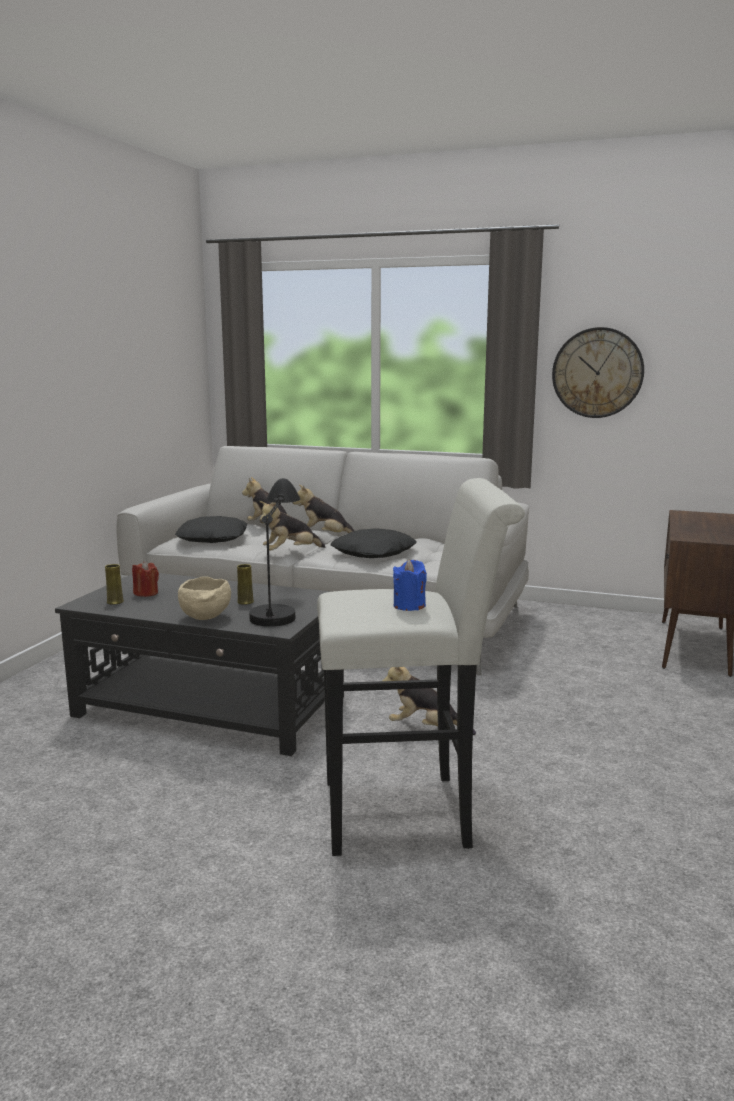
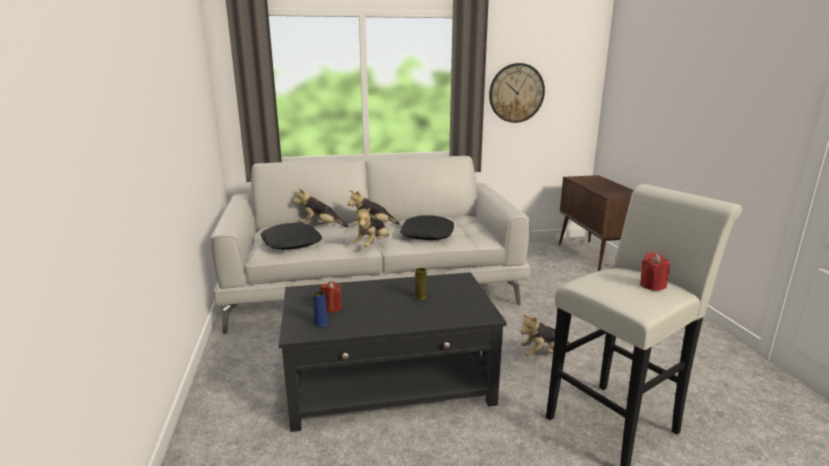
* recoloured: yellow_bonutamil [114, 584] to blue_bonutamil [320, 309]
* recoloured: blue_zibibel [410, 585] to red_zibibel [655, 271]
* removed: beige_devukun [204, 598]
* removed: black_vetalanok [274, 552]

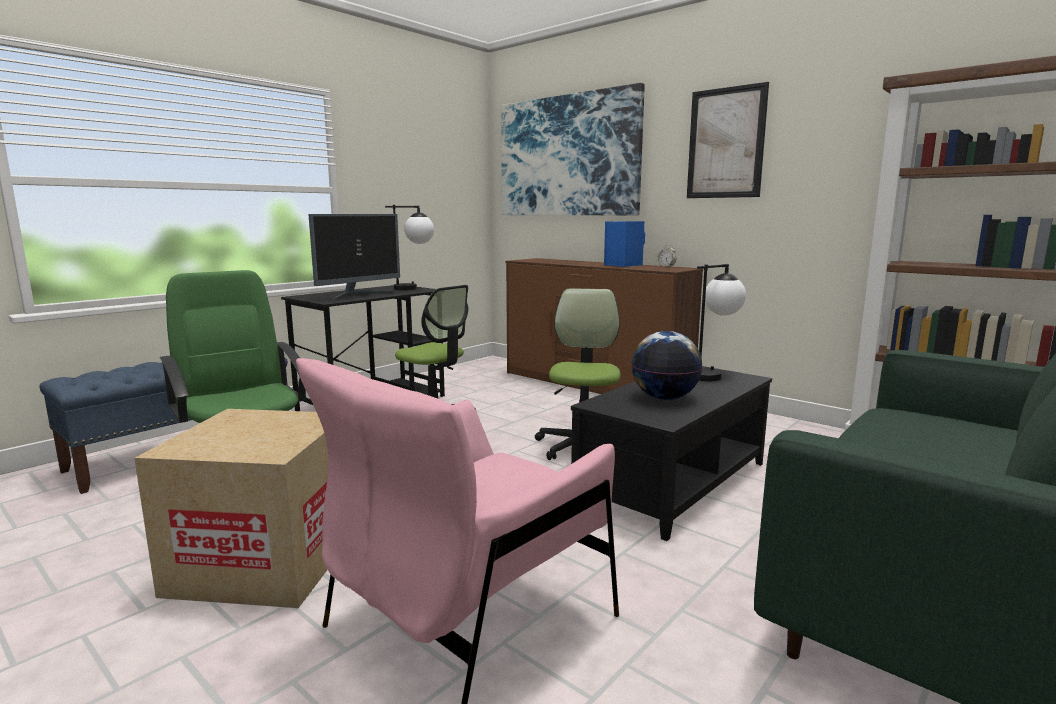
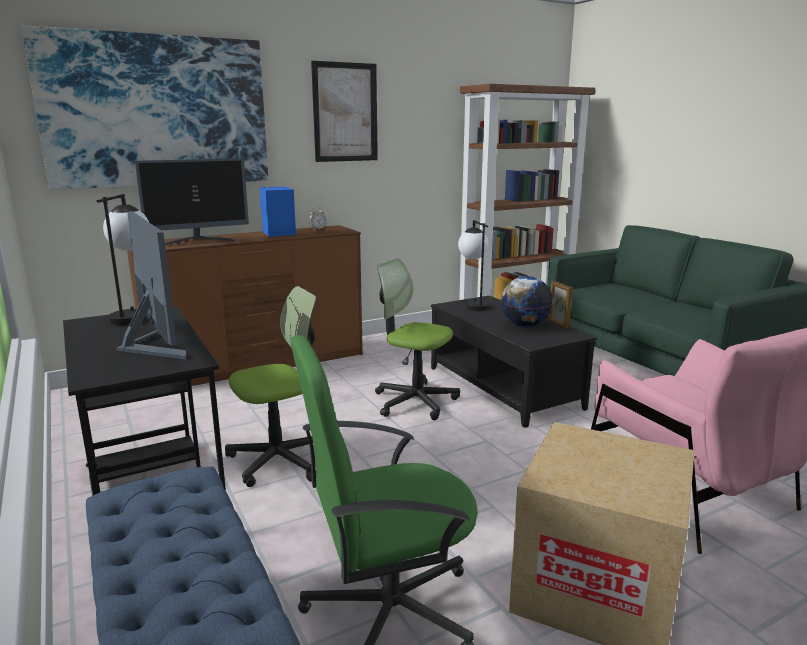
* added: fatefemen [192, 201]
* added: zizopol [560, 305]

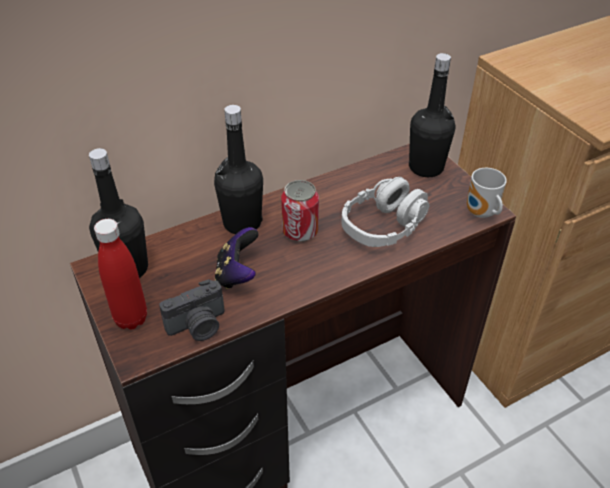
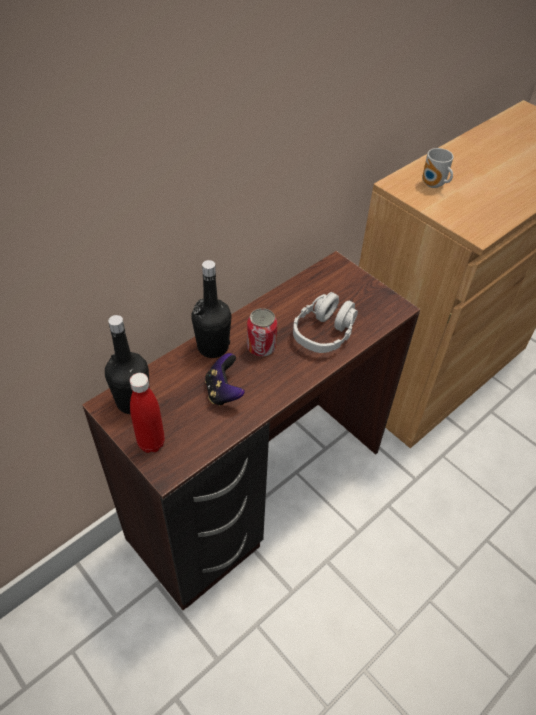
* moved: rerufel [487, 193] to [438, 168]
* removed: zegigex [192, 310]
* removed: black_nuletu [432, 115]

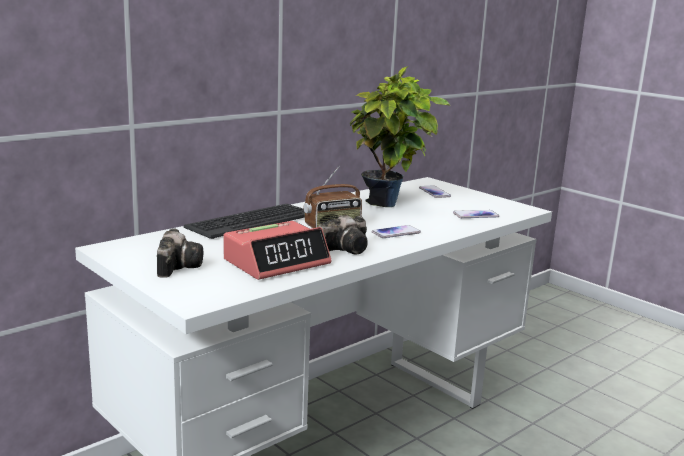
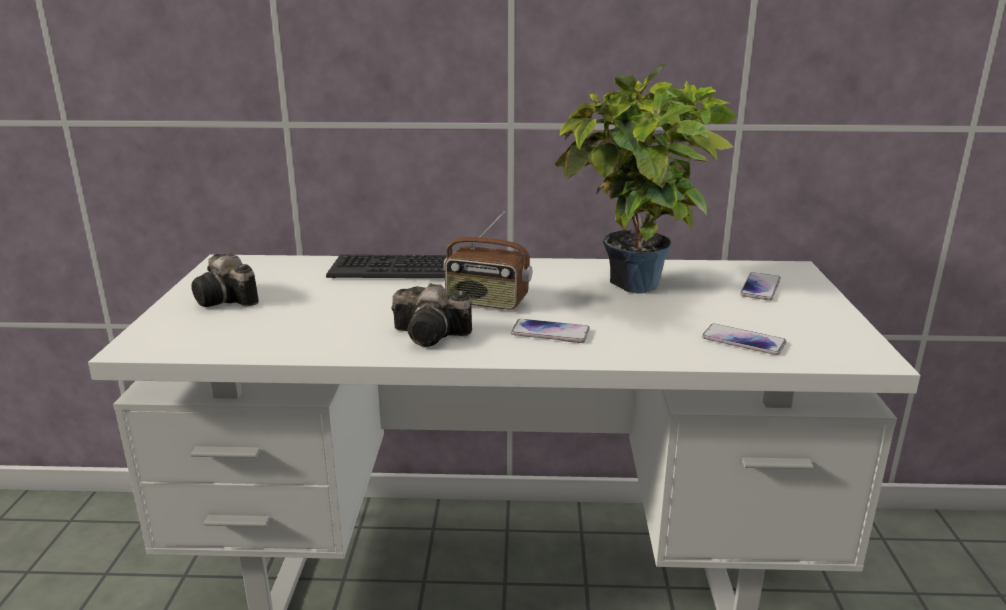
* turned: zegigex [180, 253] = [225, 280] 90 degrees clockwise
* removed: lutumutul [277, 250]

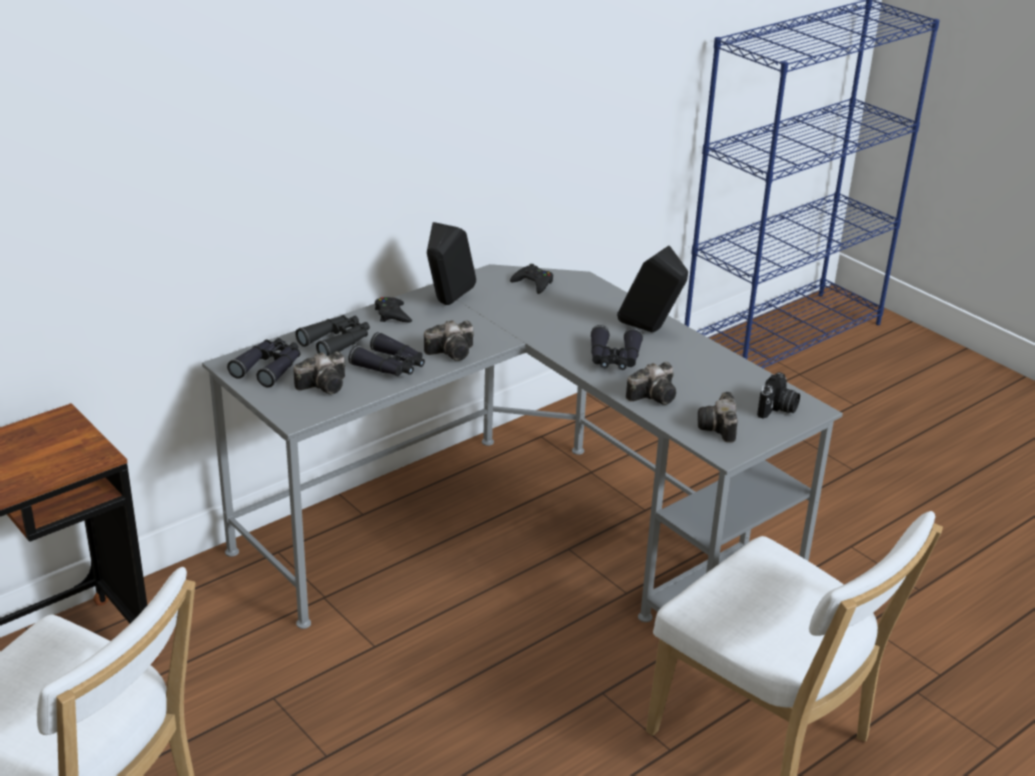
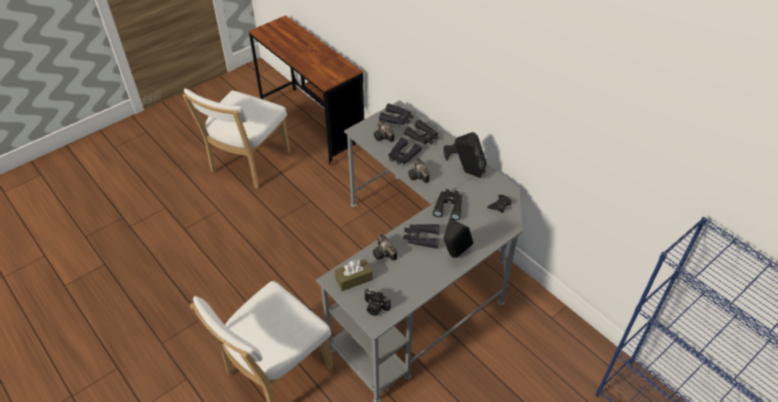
* replaced: zegigex [717, 417] to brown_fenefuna [354, 275]
* added: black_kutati [447, 204]

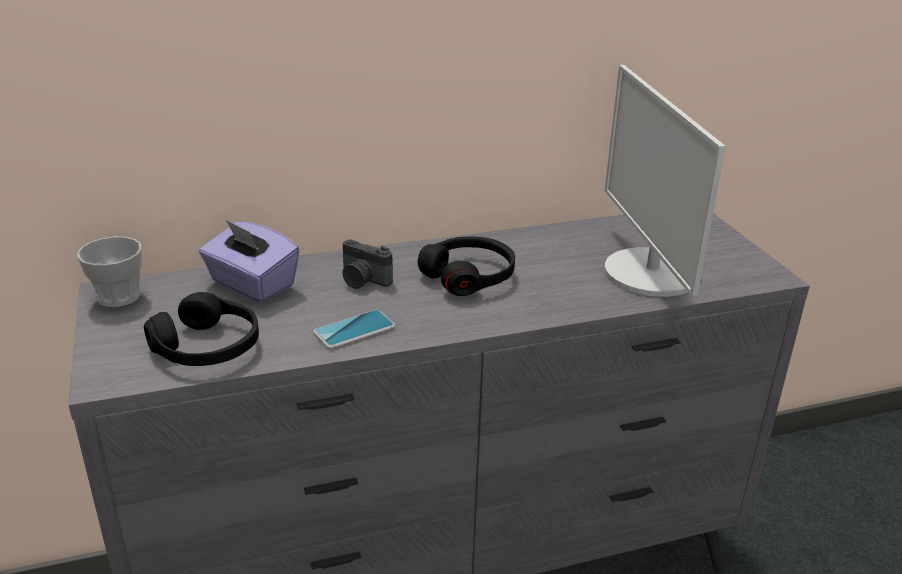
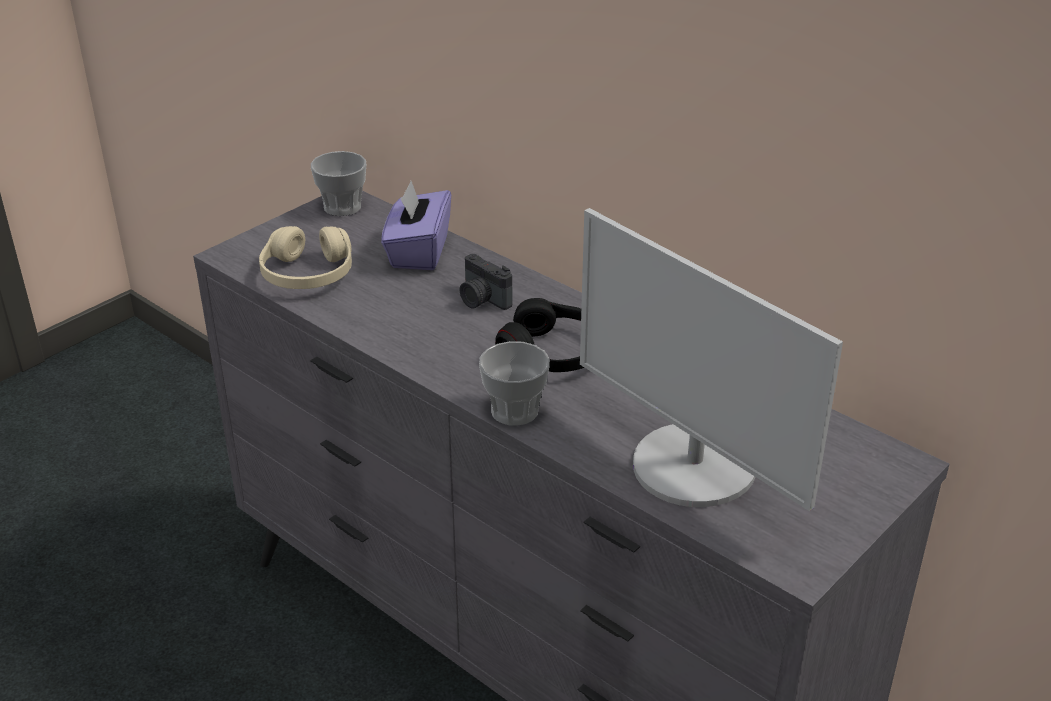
* recoloured: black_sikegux [201, 329] to beige_sikegux [305, 257]
* turned: zegigex [367, 264] = [485, 282] 45 degrees counterclockwise
* added: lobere [514, 383]
* turned: fatefemen [665, 181] = [711, 359] 90 degrees counterclockwise
* removed: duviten [354, 329]

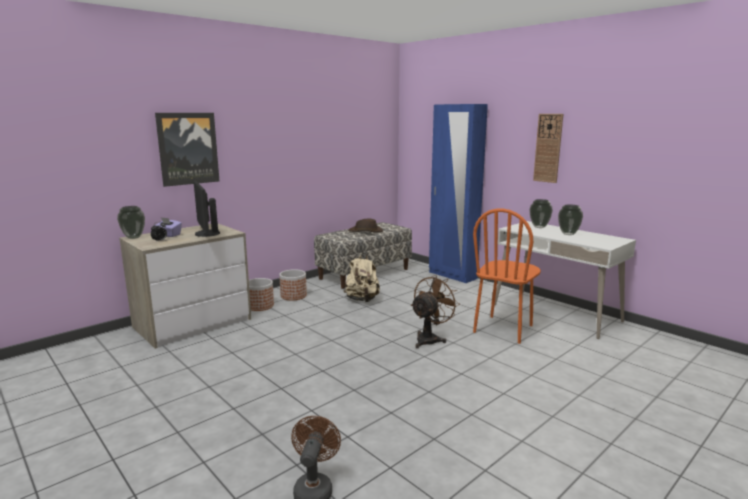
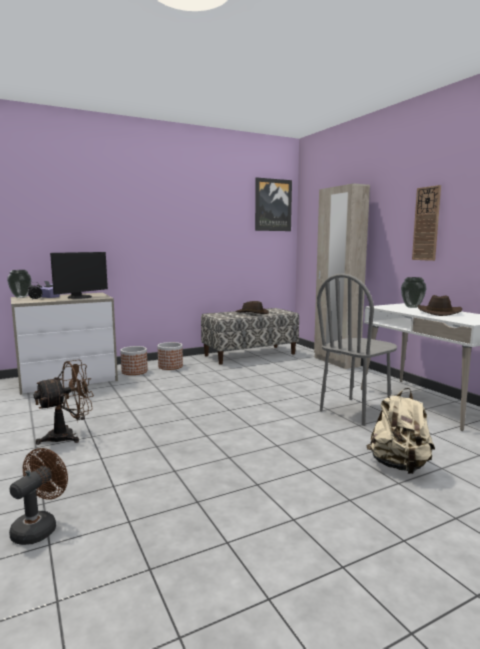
* moved: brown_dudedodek [435, 311] to [64, 402]
* turned: fatefemen [206, 209] = [79, 275] 135 degrees counterclockwise
* moved: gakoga [187, 150] to [273, 204]
* recoloured: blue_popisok [458, 193] to beige_popisok [342, 276]
* recoloured: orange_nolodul [507, 276] to grey_nolodul [357, 349]
* moved: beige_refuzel [362, 277] to [400, 431]
* replaced: bonutamil [570, 219] to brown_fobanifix [440, 305]

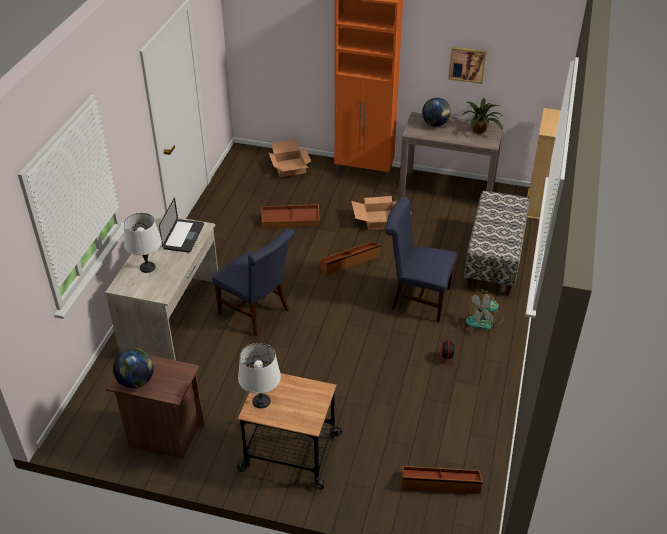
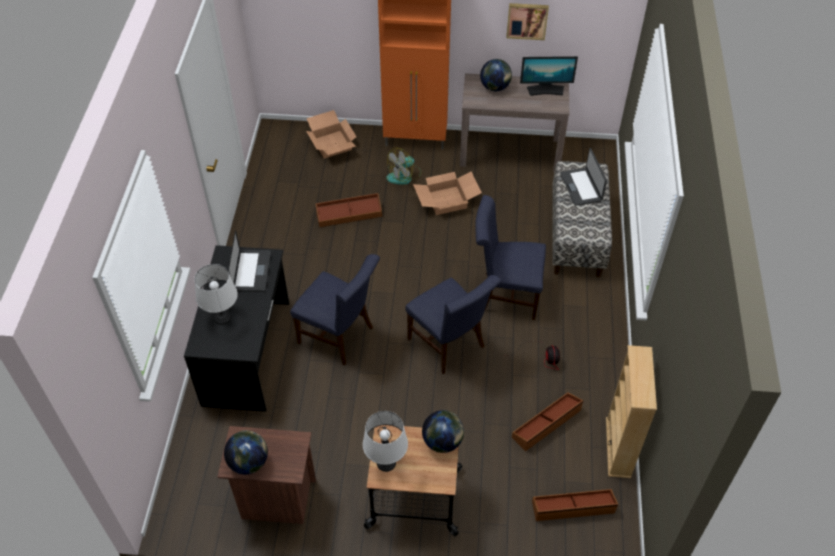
* recoloured: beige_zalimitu [161, 287] to black_zalimitu [236, 328]
* moved: dudedodek [485, 309] to [404, 166]
* added: blue_nolodul [453, 324]
* added: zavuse [443, 431]
* moved: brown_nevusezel [349, 258] to [547, 422]
* replaced: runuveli [483, 116] to fatefemen [549, 76]
* added: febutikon [583, 177]
* moved: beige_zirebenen [544, 164] to [631, 411]

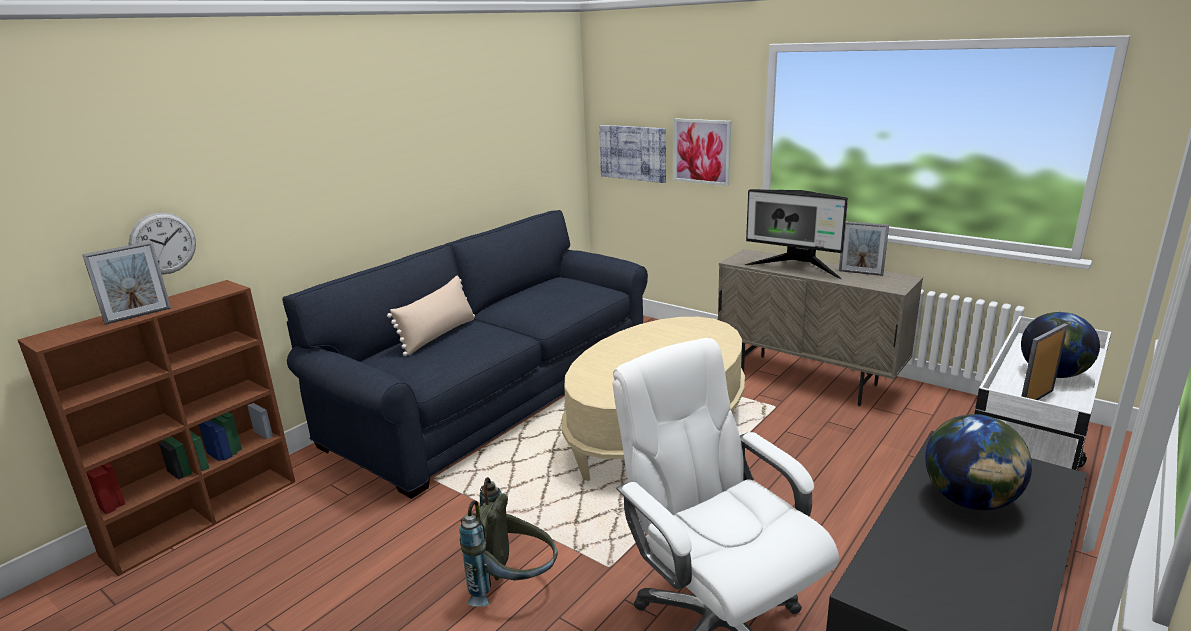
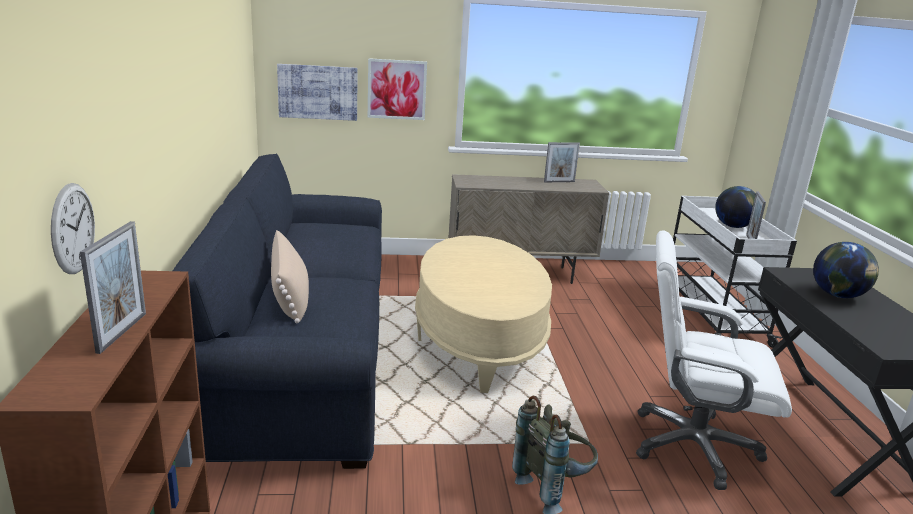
* removed: fatefemen [796, 234]

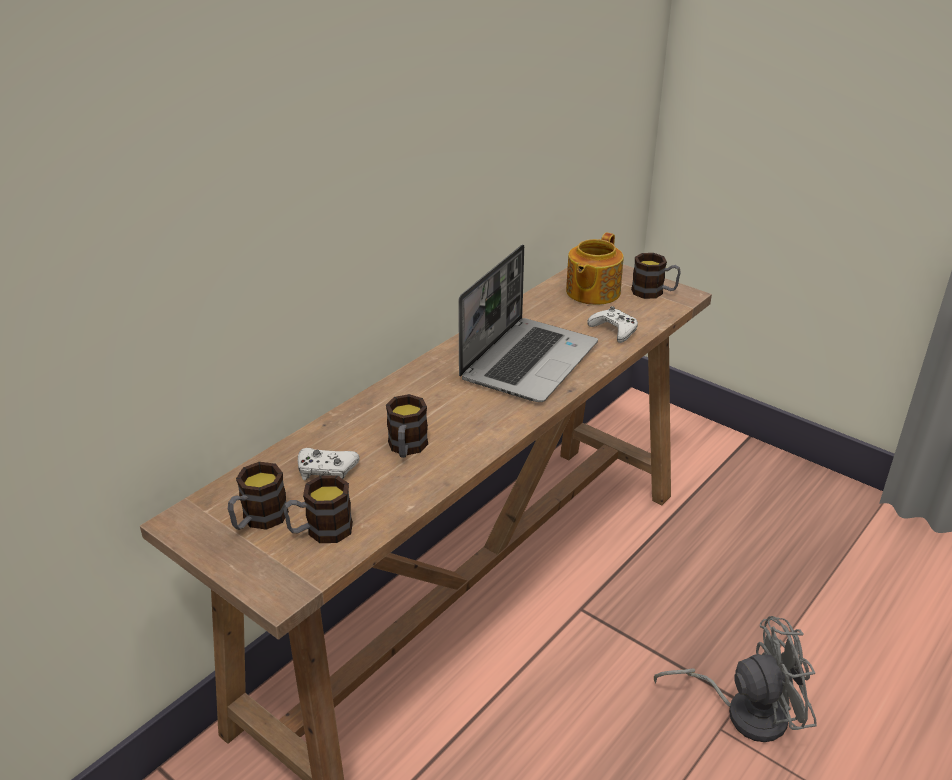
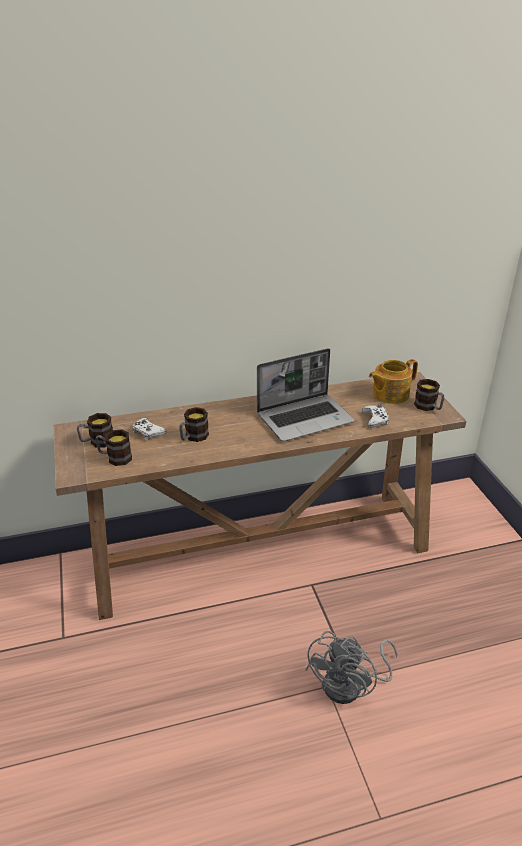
* turned: grey_dudedodek [735, 679] = [351, 667] 90 degrees clockwise

